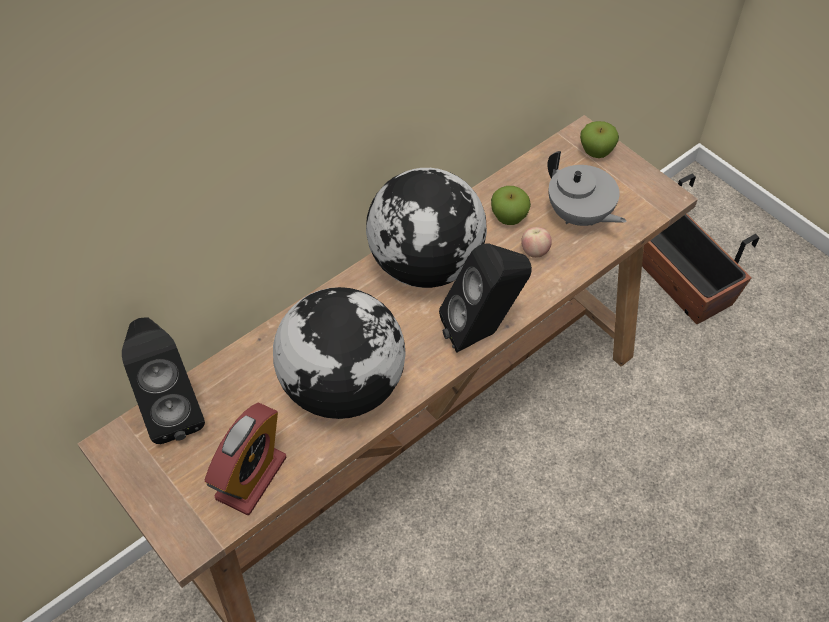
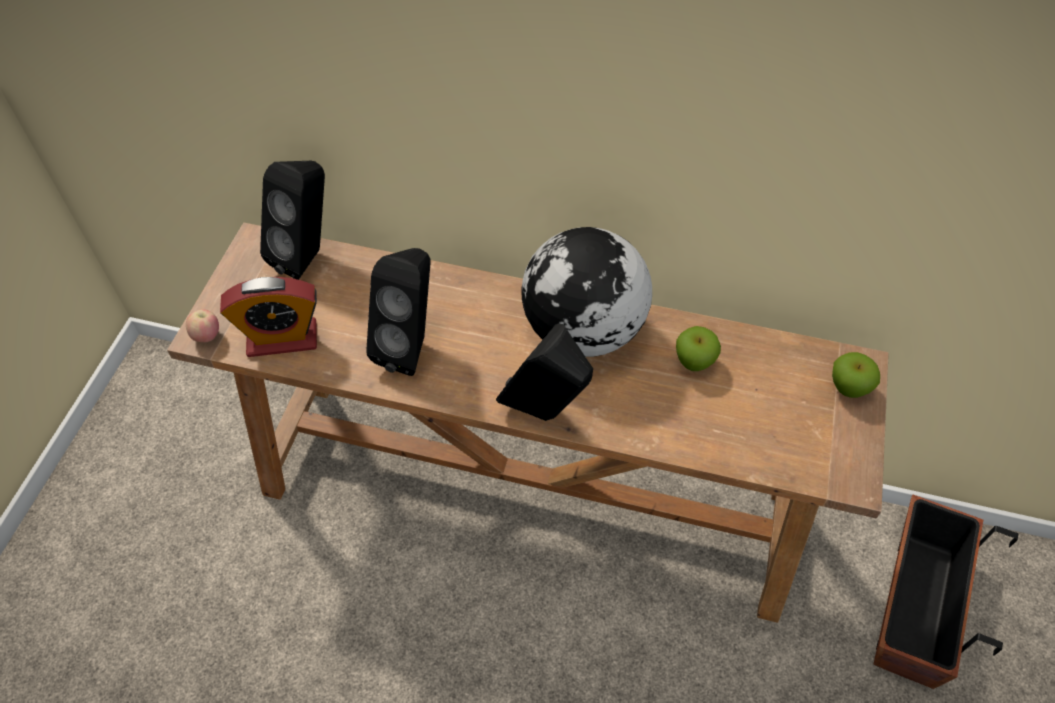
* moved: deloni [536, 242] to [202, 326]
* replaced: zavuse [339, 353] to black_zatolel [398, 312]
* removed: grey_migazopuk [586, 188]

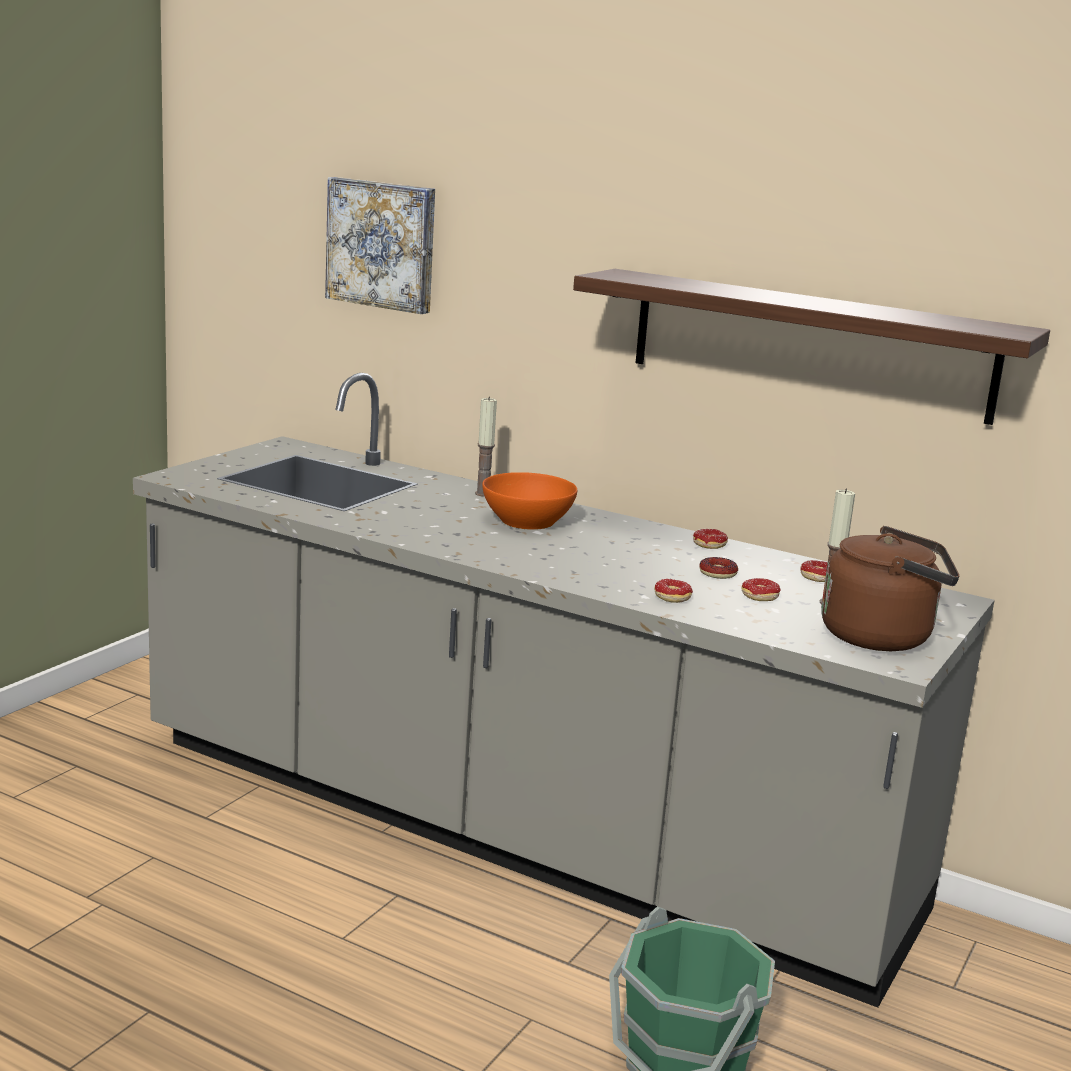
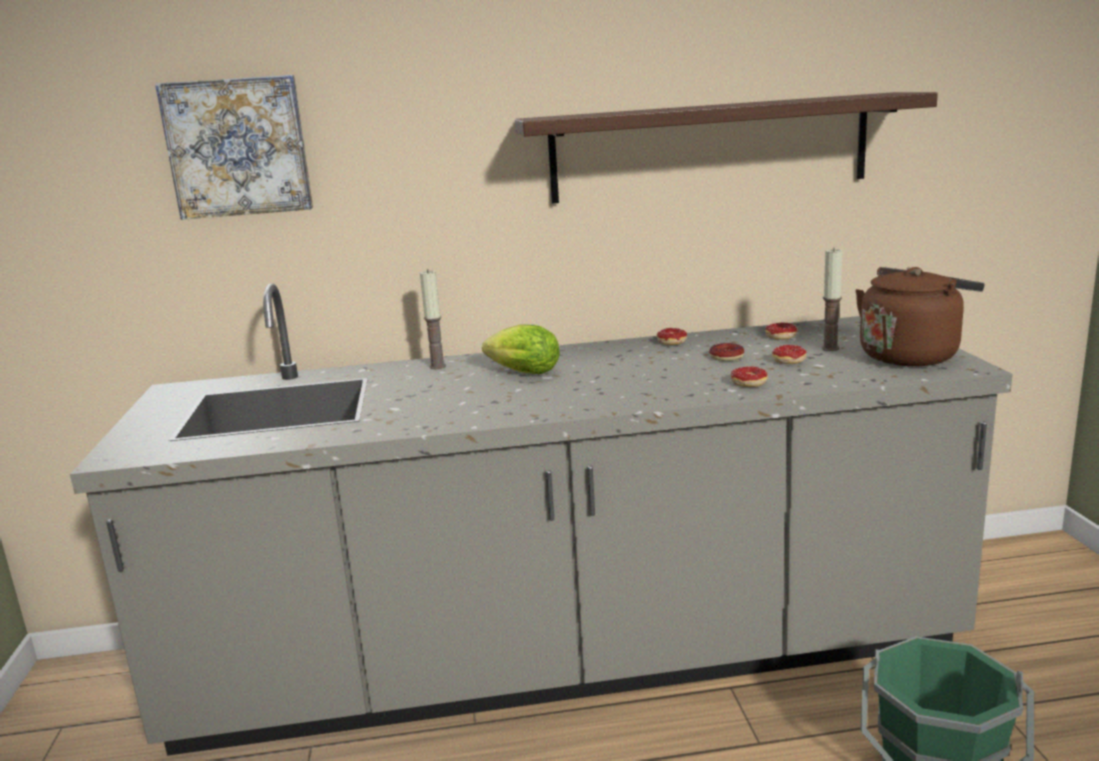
* replaced: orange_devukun [529, 501] to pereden [521, 349]

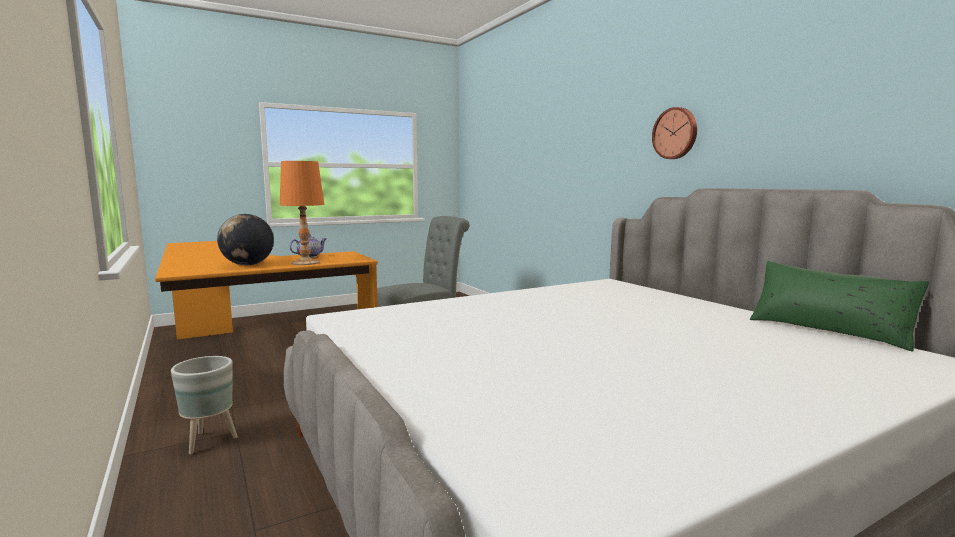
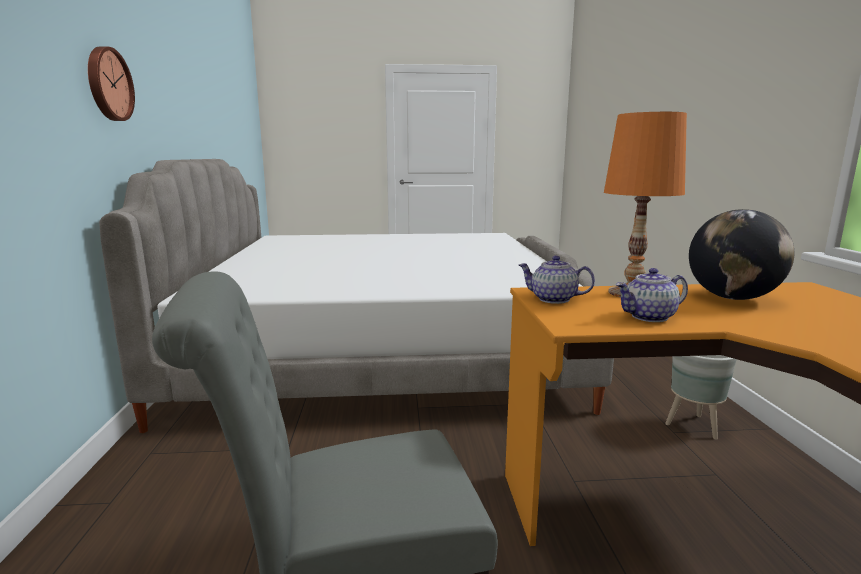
* added: migazopuk [557, 280]
* removed: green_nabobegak [839, 306]

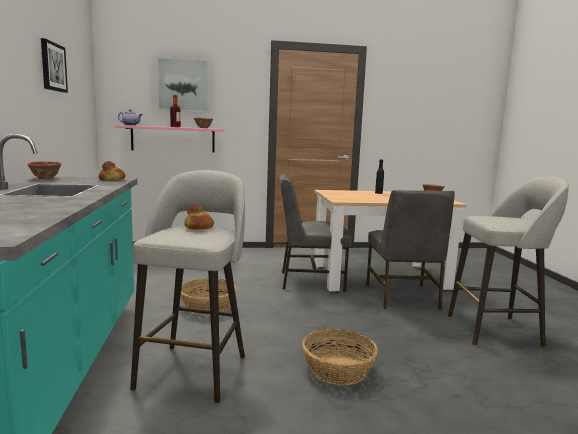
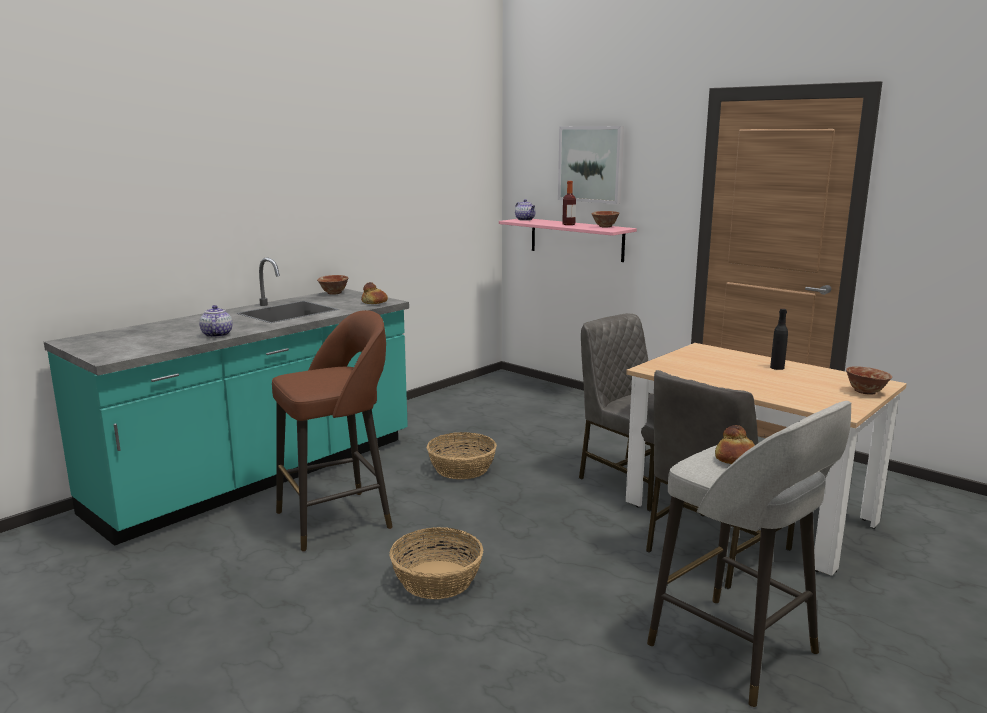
* added: migazopuk [215, 321]
* recoloured: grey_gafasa [187, 286] to brown_gafasa [332, 430]
* moved: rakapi [199, 217] to [735, 444]
* removed: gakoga [54, 65]

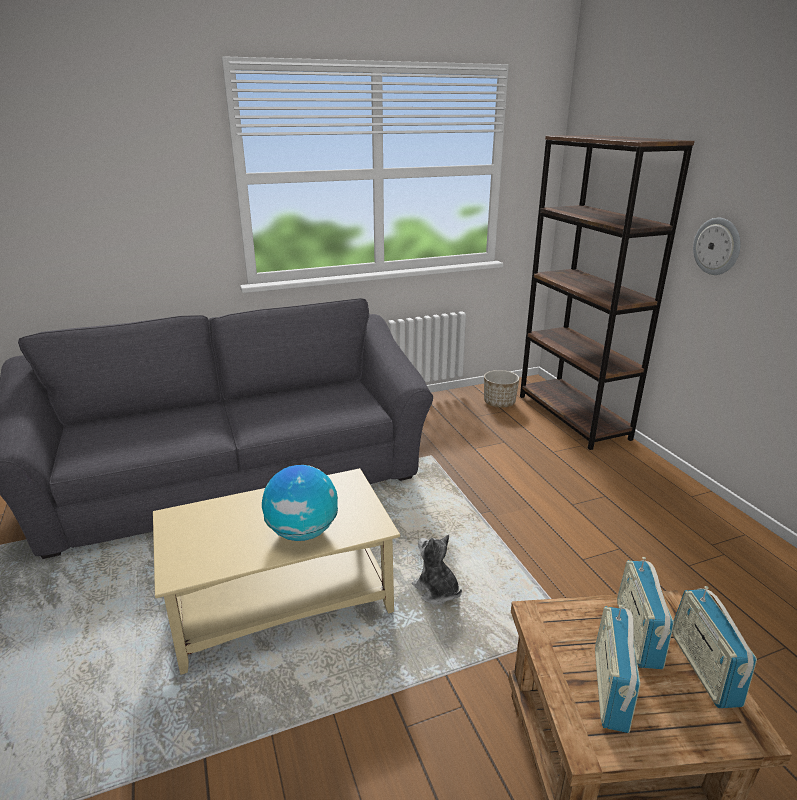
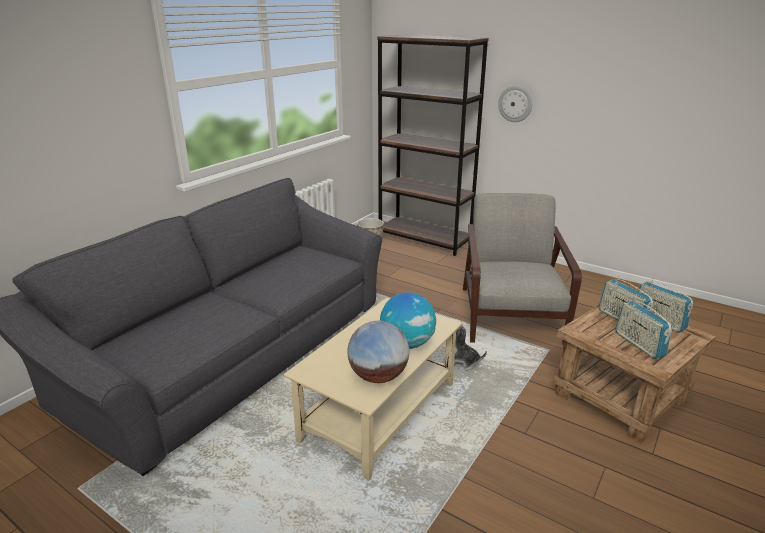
* added: zavuse [378, 352]
* added: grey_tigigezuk [522, 268]

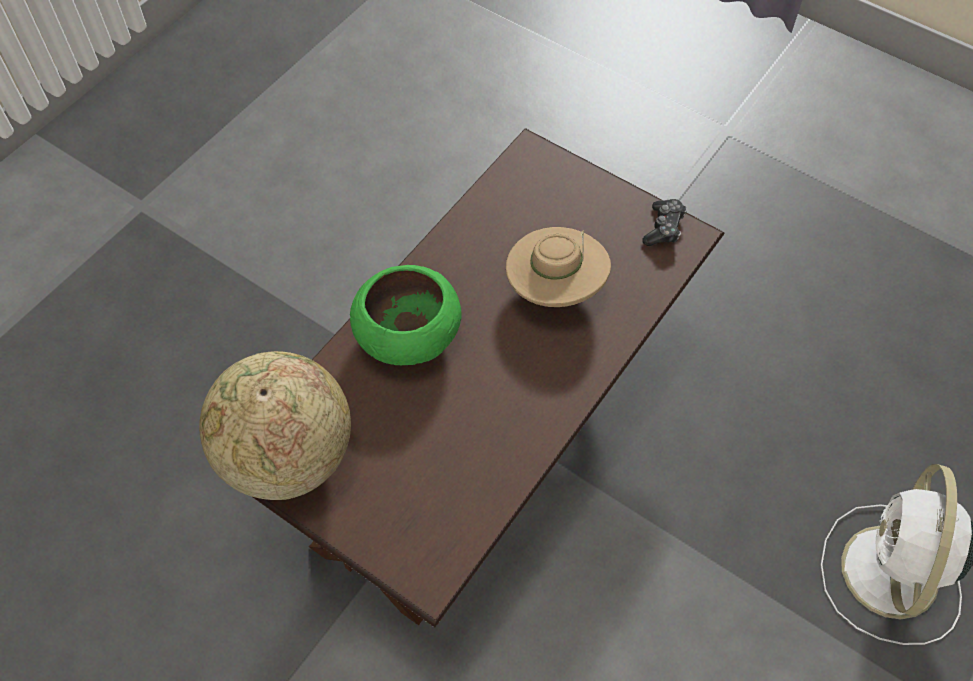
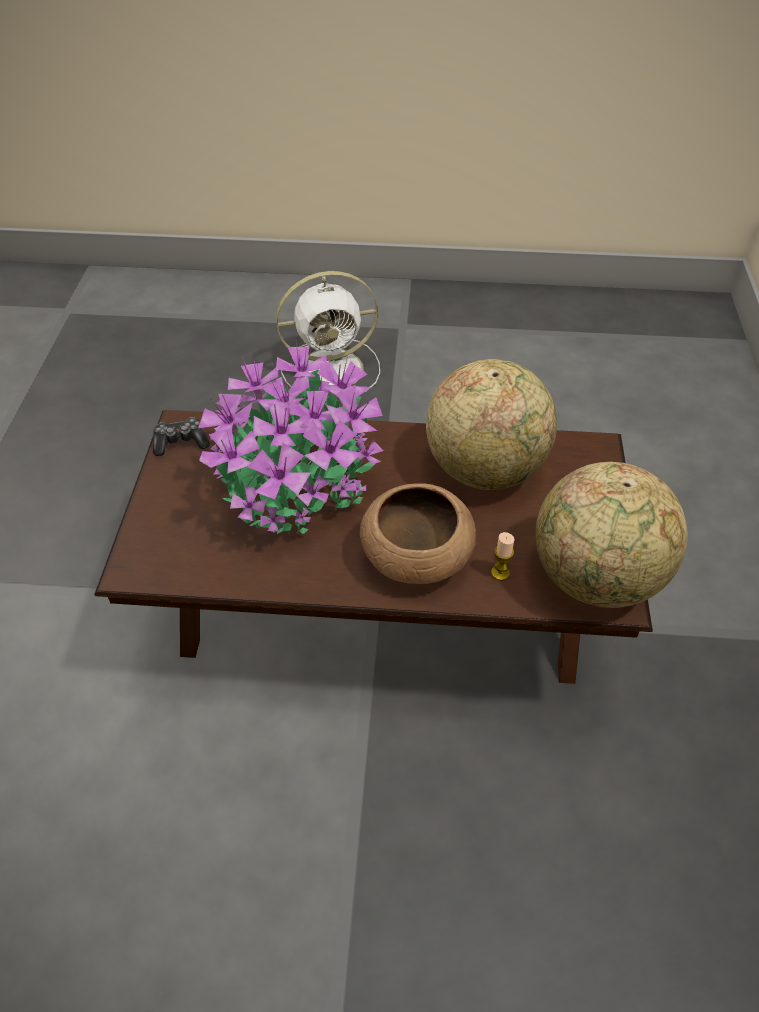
* replaced: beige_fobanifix [558, 267] to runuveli [291, 437]
* recoloured: green_devukun [406, 315] to brown_devukun [418, 533]
* added: zavuse [491, 424]
* added: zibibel [503, 556]

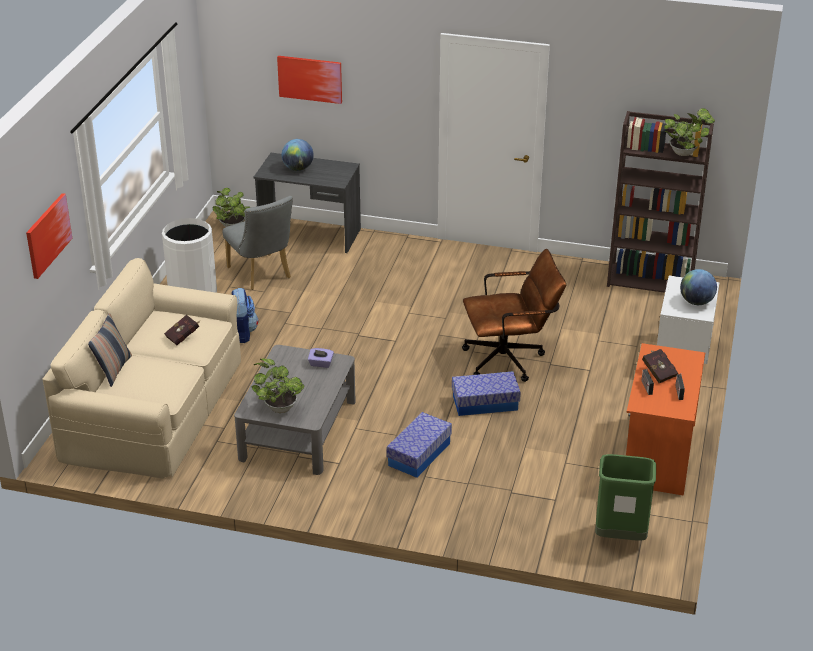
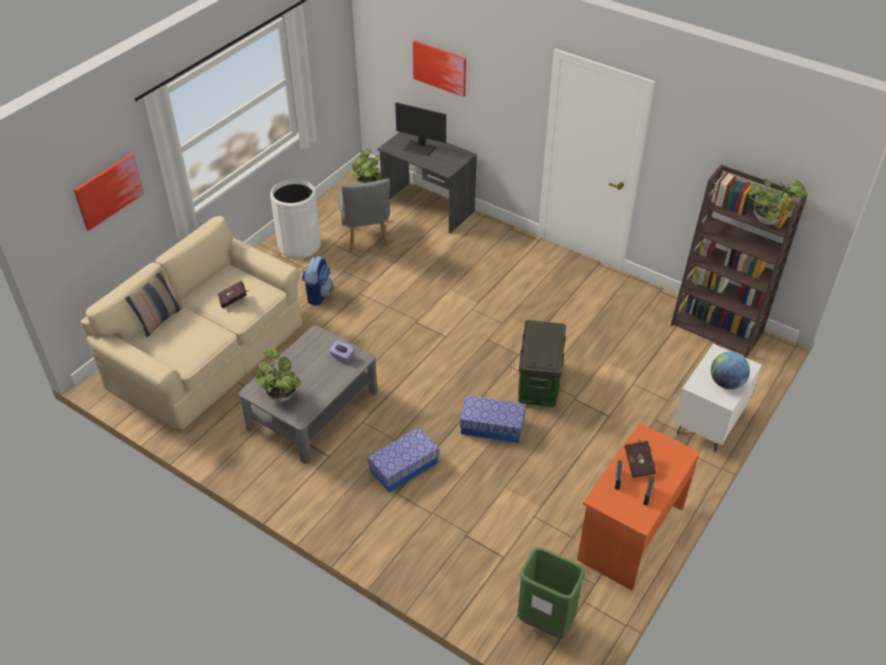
* replaced: zavuse [298, 155] to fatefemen [420, 129]
* replaced: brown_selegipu [514, 315] to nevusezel [542, 363]

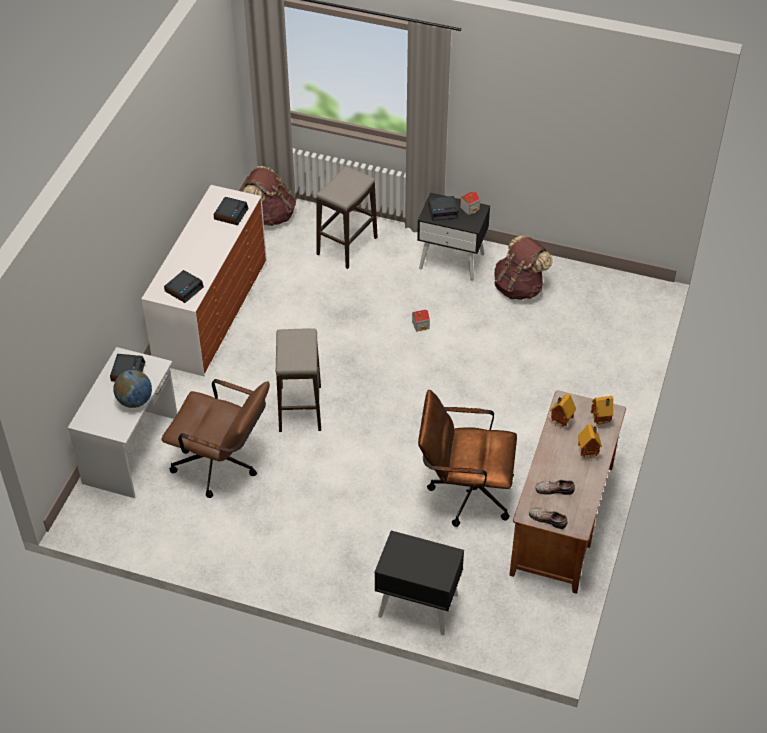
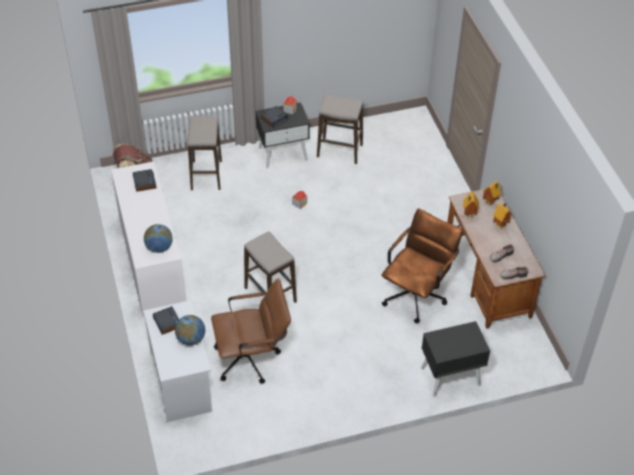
* replaced: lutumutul [184, 286] to zavuse [158, 238]
* replaced: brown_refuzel [523, 267] to gafasa [340, 129]
* turned: brown_selegipu [467, 458] = [422, 265] 150 degrees clockwise

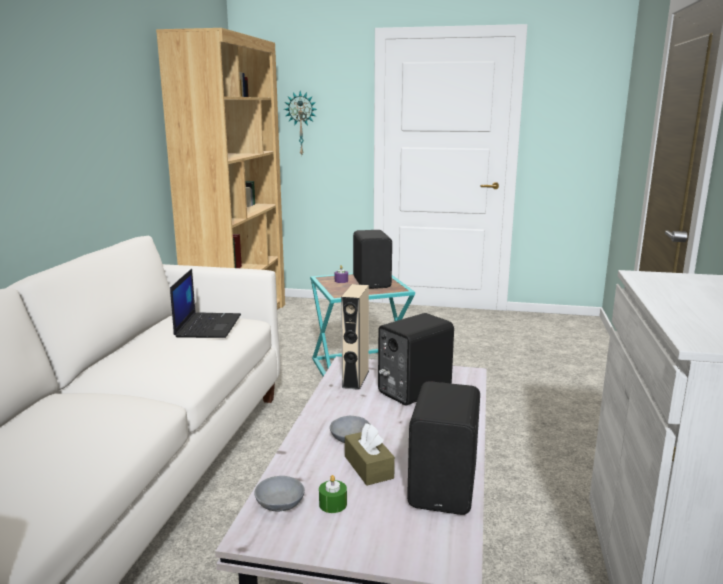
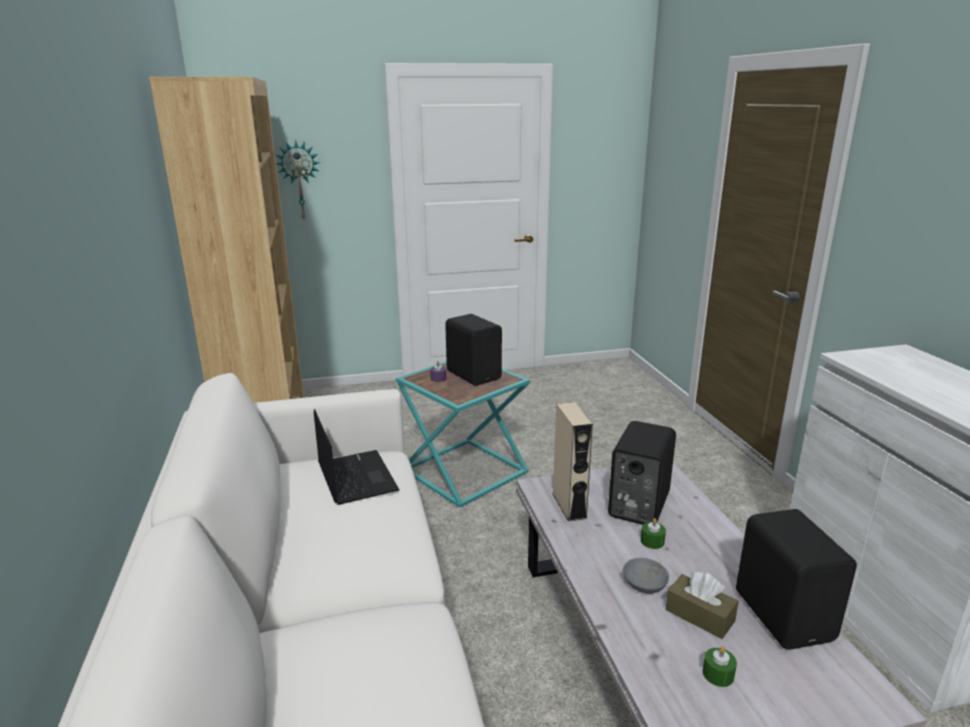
* added: green_zibibel [653, 533]
* removed: grey_devukun [279, 494]

